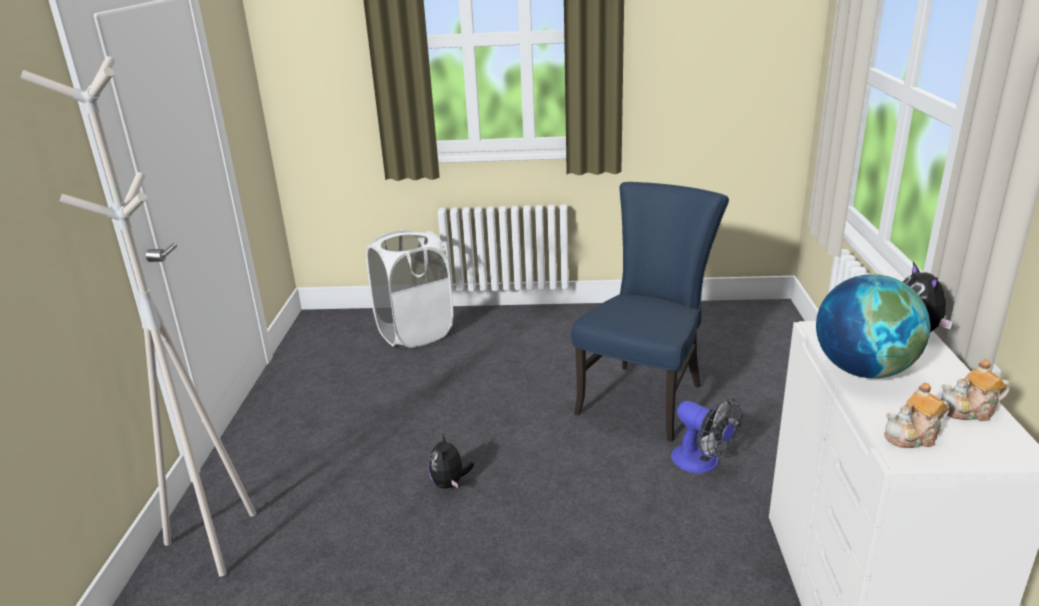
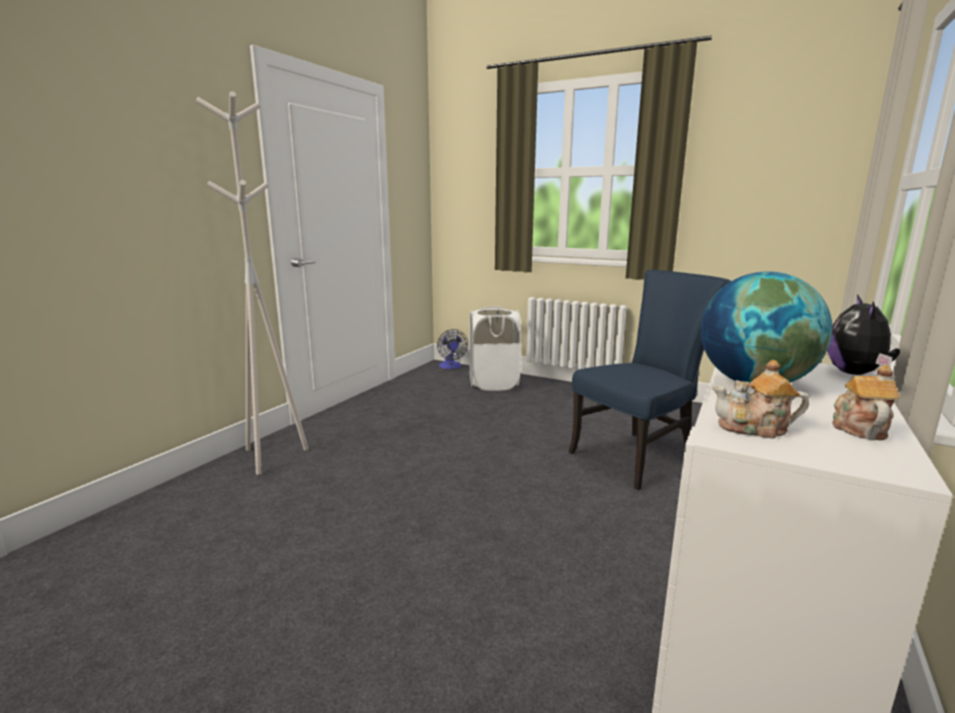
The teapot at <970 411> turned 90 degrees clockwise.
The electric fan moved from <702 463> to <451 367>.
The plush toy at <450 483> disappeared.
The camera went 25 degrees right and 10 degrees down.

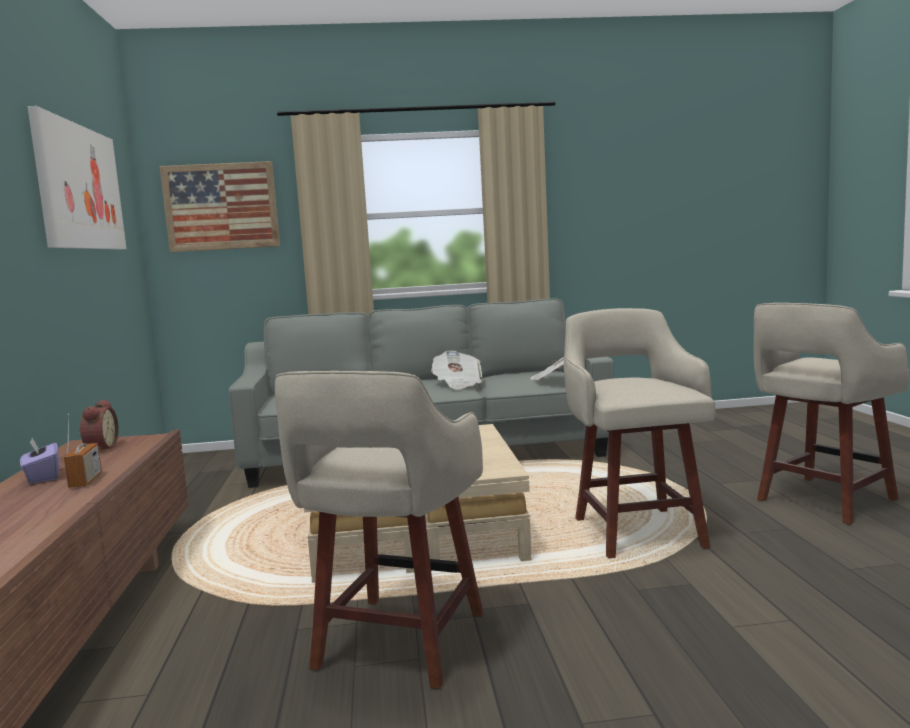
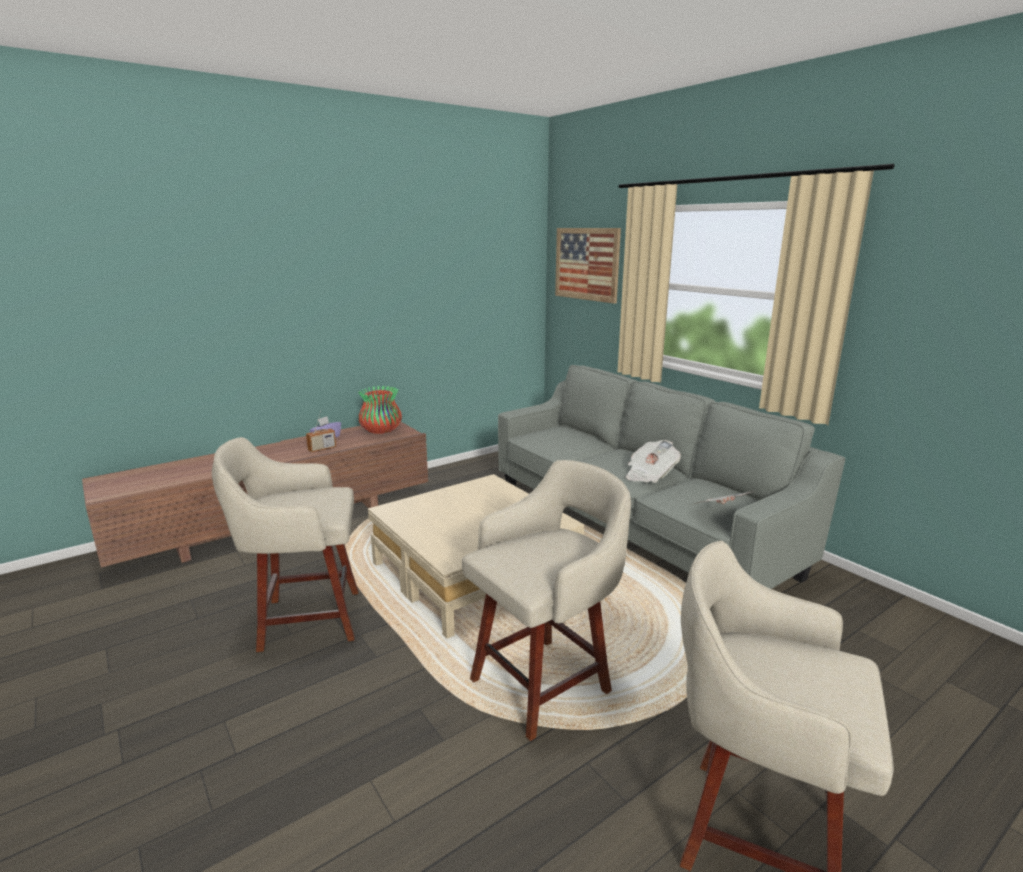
The wall art at <79 187> disappeared.
The bedside clock at <99 449> was replaced by the vase at <381 430>.
The camera went 60 degrees right and 10 degrees up.

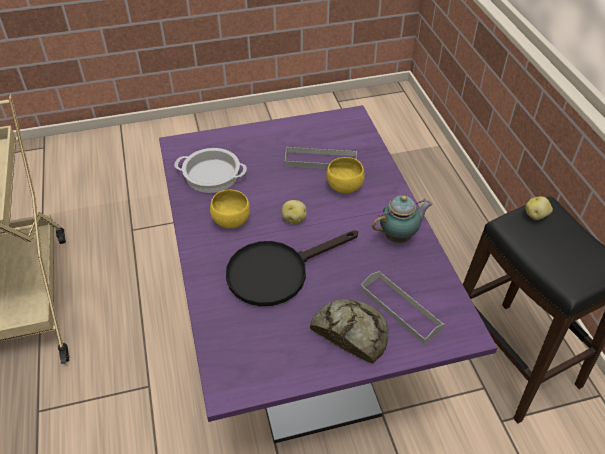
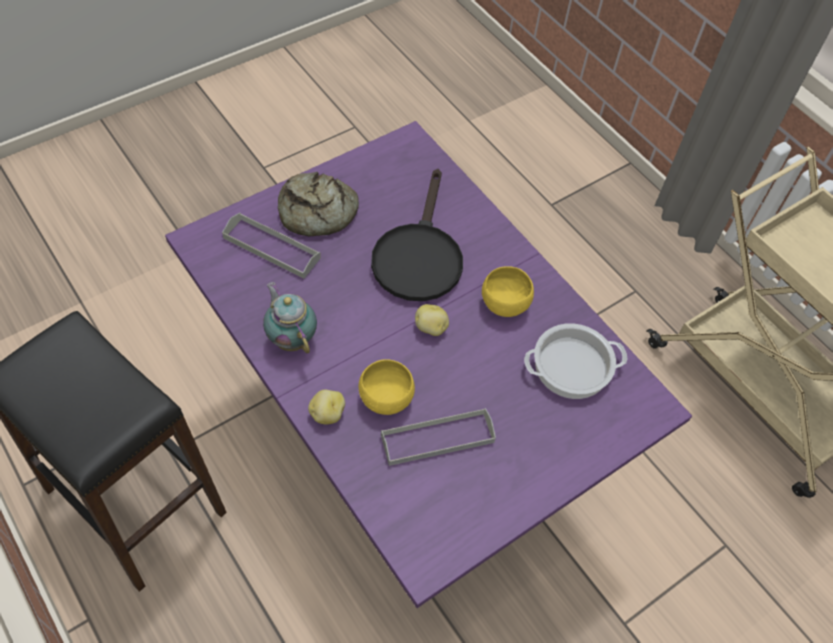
The teapot at <399 236> turned 105 degrees clockwise.
The spud moved from <536 215> to <327 413>.
The black-coloured pan at <277 272> turned 150 degrees clockwise.
The camera went 155 degrees right and 10 degrees up.

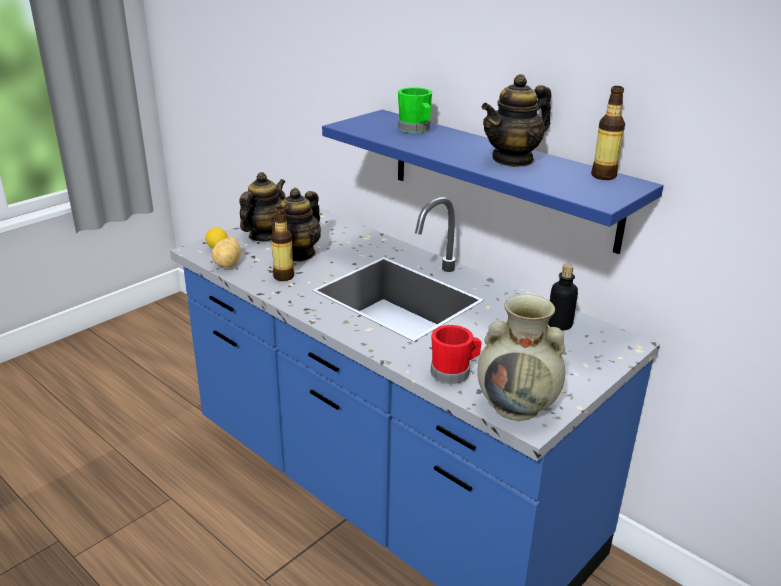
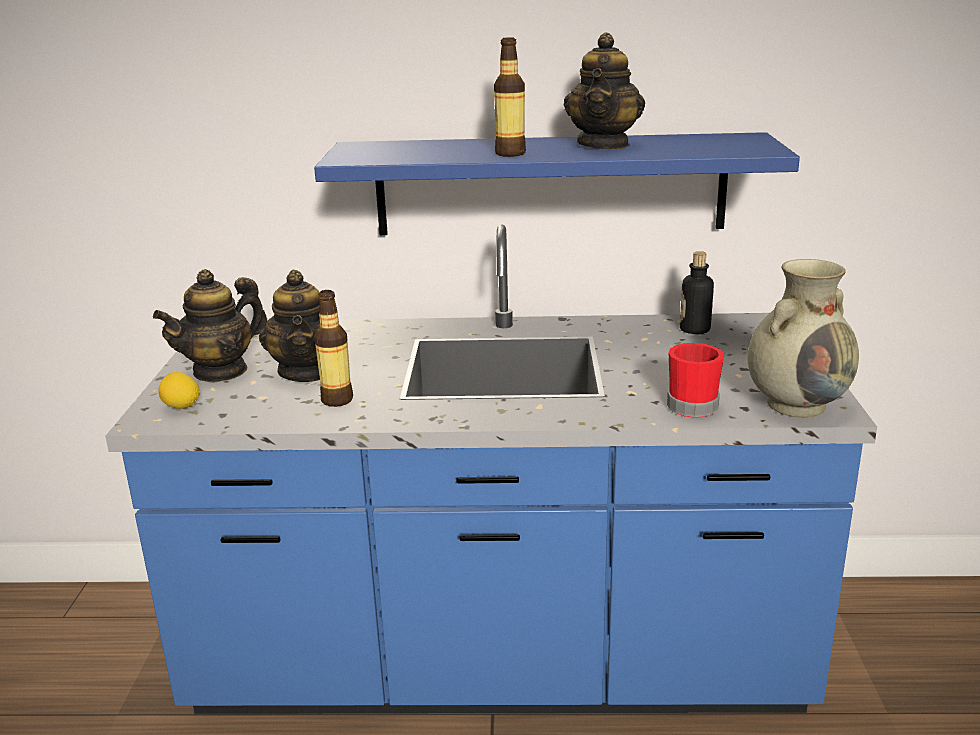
The drink bottle moved from <603 176> to <510 153>.
The green mug at <416 130> disappeared.
The teapot at <265 236> turned 120 degrees counterclockwise.
The spud at <229 264> disappeared.
The camera went 40 degrees left and 5 degrees down.

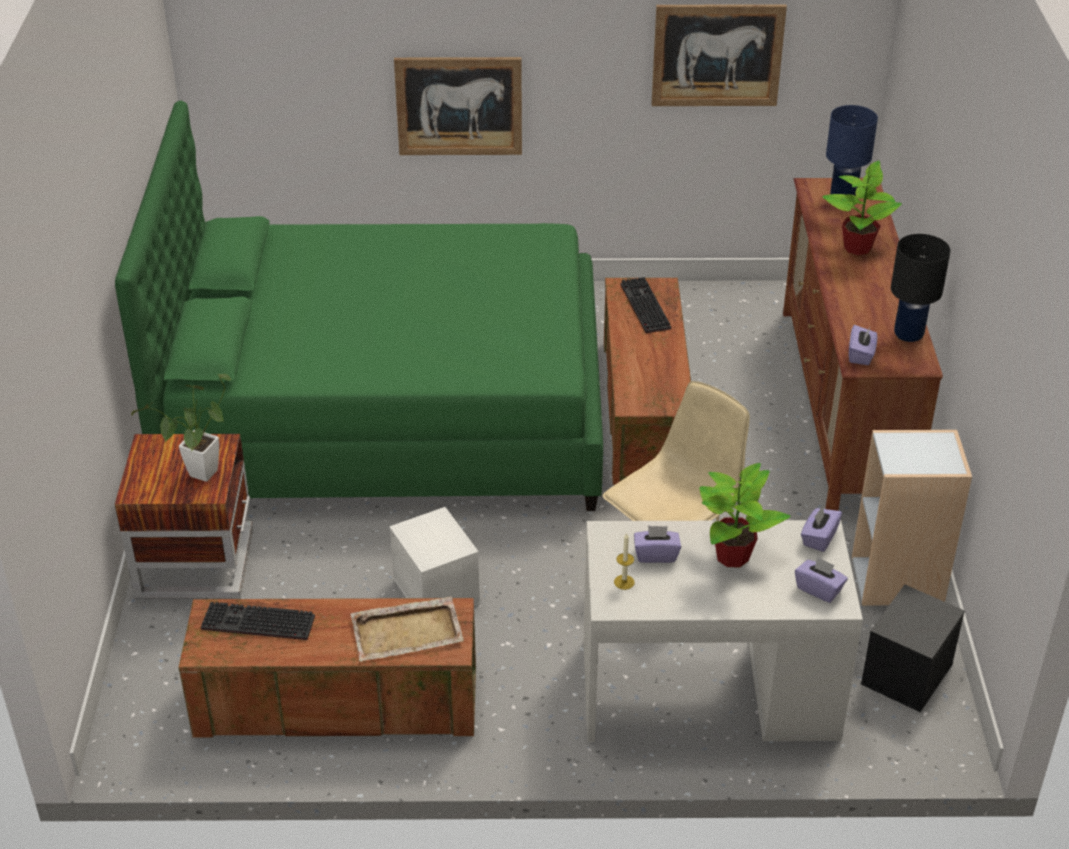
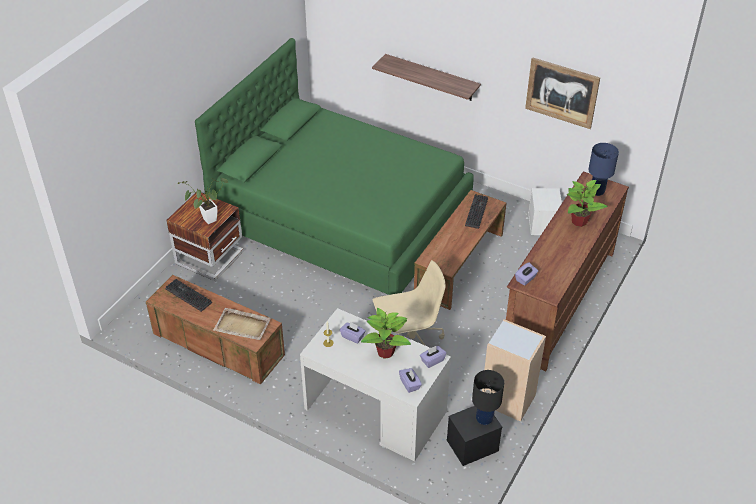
The wall art at <459 106> was replaced by the bracket shelf at <431 78>.
The black-coloured tabletop lamp moved from <908 336> to <484 419>.
The white storage box moved from <437 592> to <543 224>.
The camera went 30 degrees right and 5 degrees up.

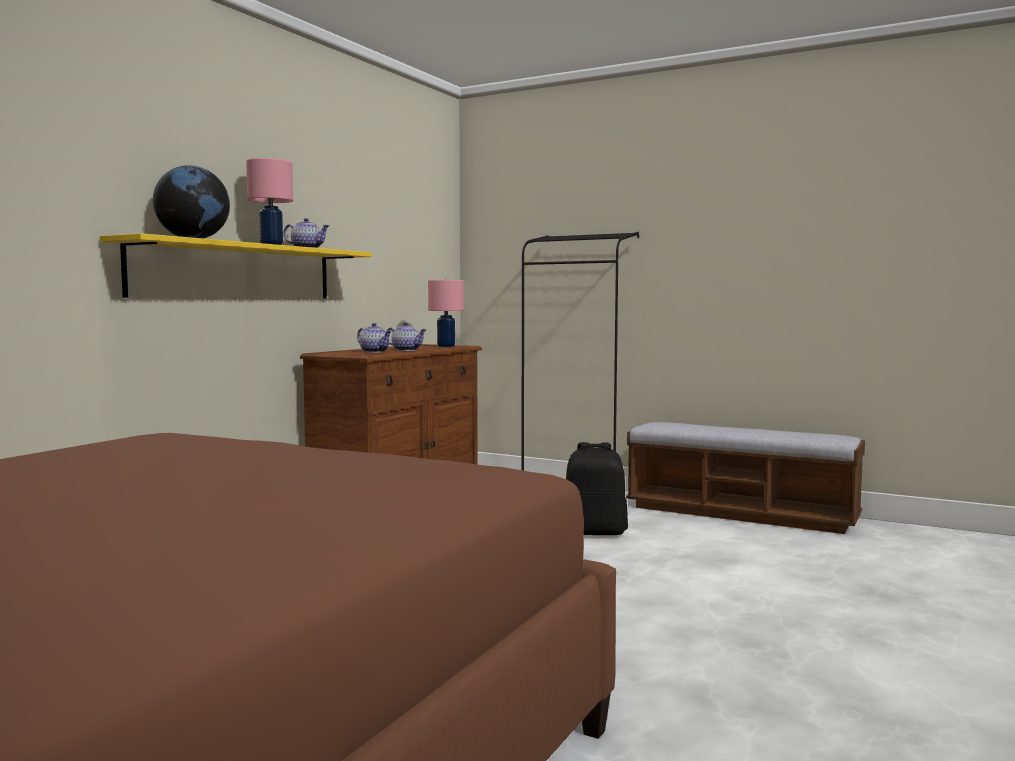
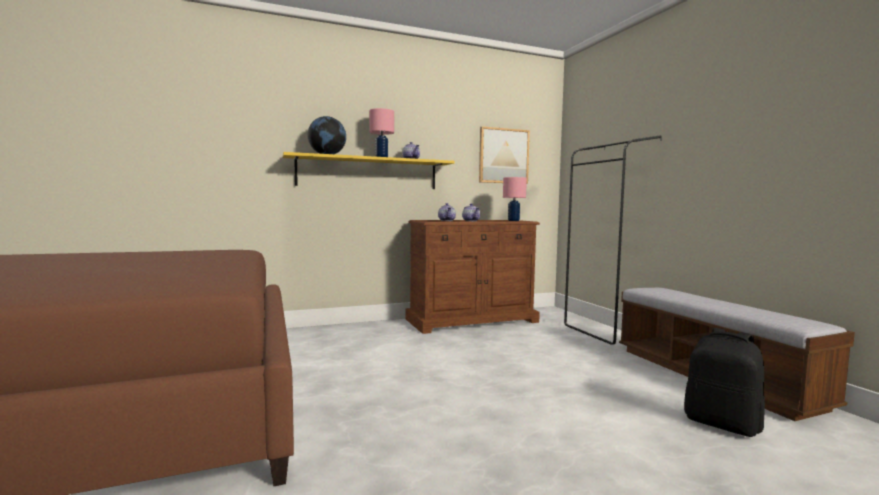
The black-coloured knapsack moved from <595 532> to <722 424>.
The wall art at <503 156> appeared.
The camera went 40 degrees right and 0 degrees up.

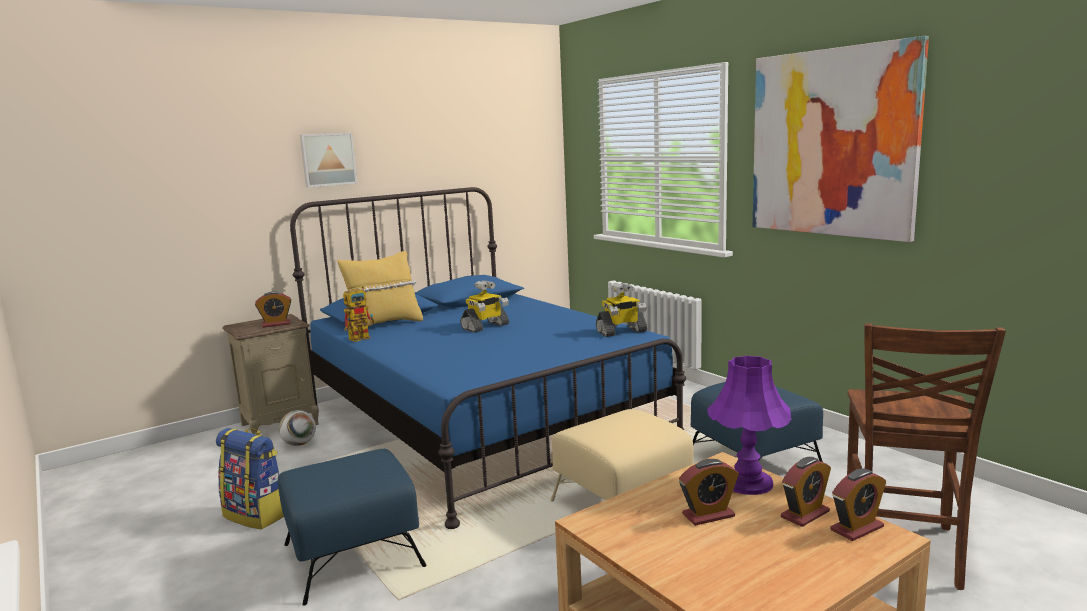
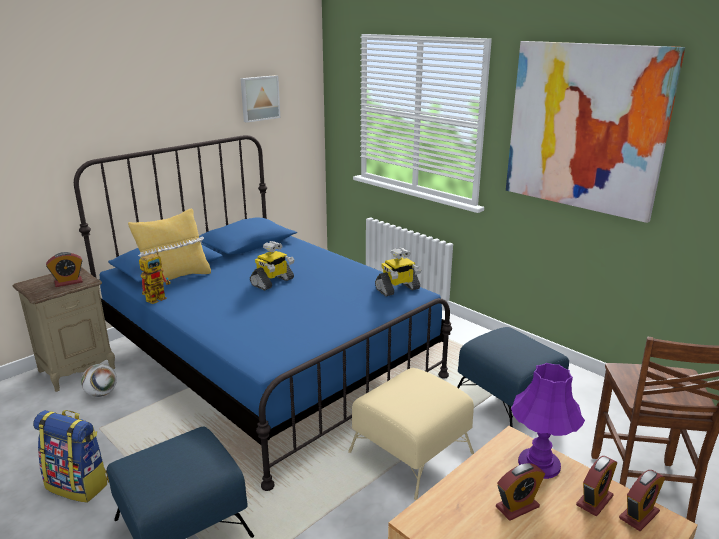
The wall art moved from <328 159> to <259 98>.
The camera went 10 degrees left and 10 degrees up.

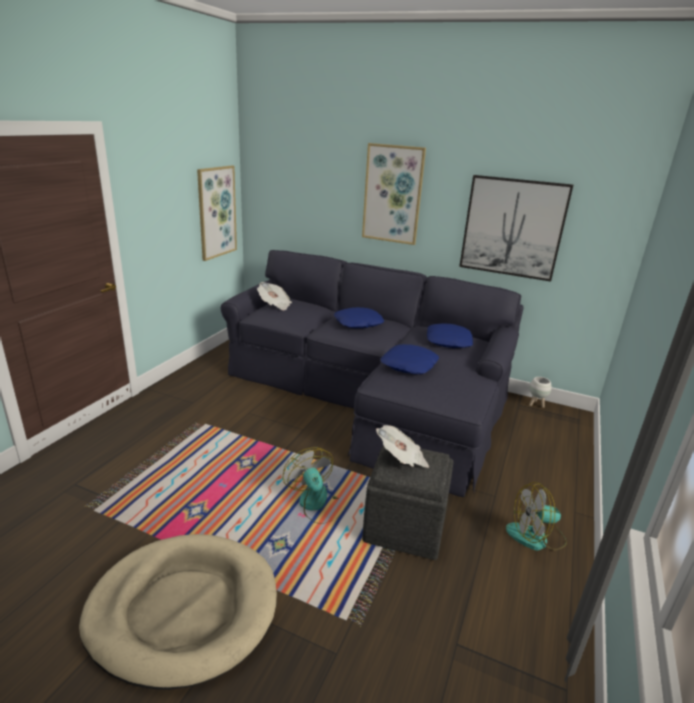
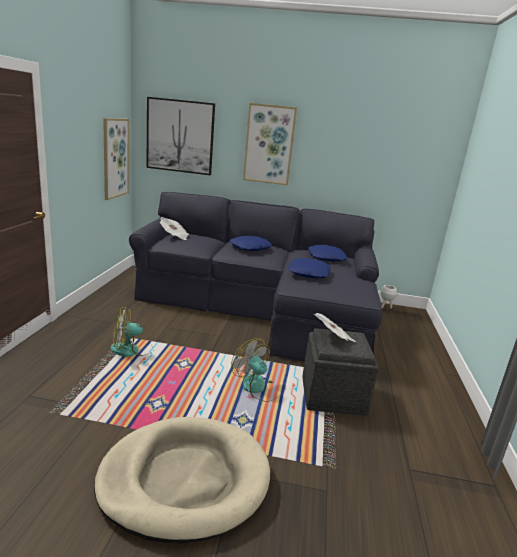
The wall art moved from <512 228> to <180 136>.
The electric fan moved from <536 536> to <132 350>.
The camera went 15 degrees left and 5 degrees down.

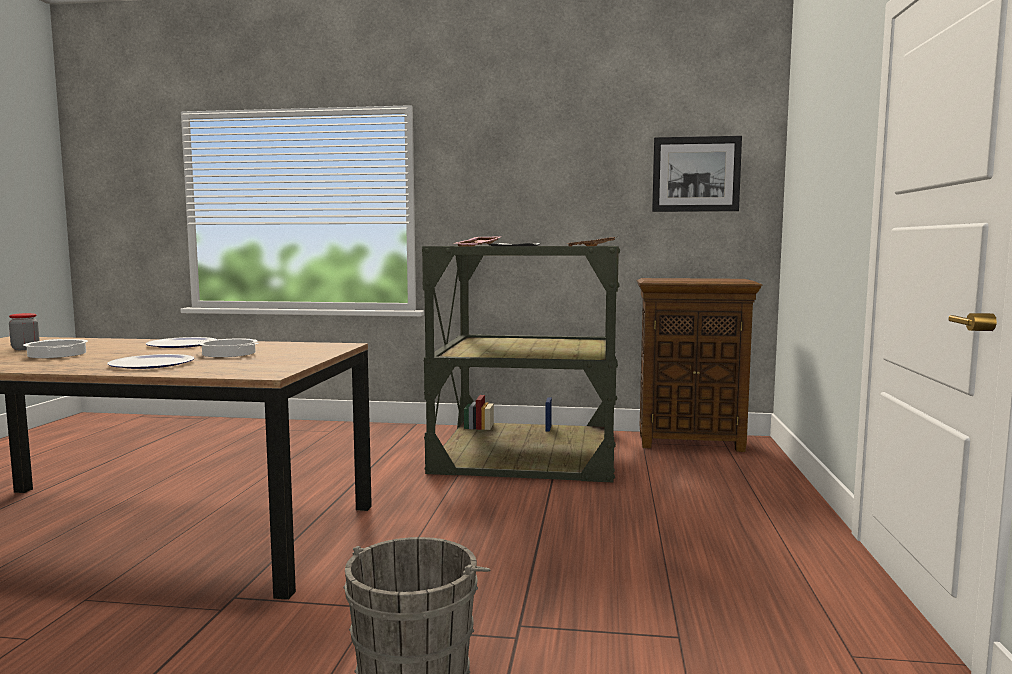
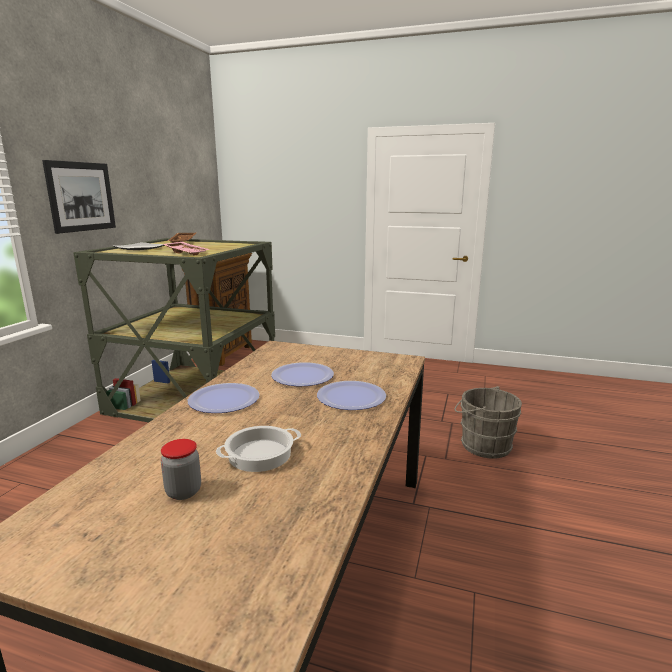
The wall art moved from <696 174> to <81 196>.
The saucepot at <229 353> was replaced by the dinner plate at <302 376>.
The camera went 80 degrees left and 10 degrees up.

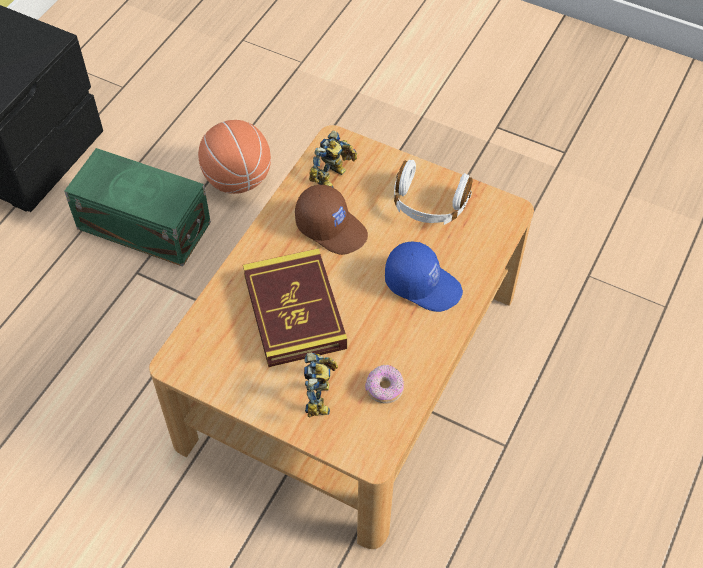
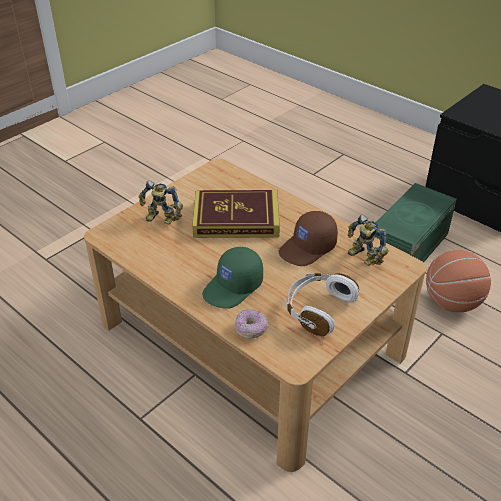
The bluish baseball cap at <423 284> became the green baseball cap at <233 287>.
The doughnut moved from <384 389> to <251 329>.
The camera went 105 degrees right and 15 degrees down.

